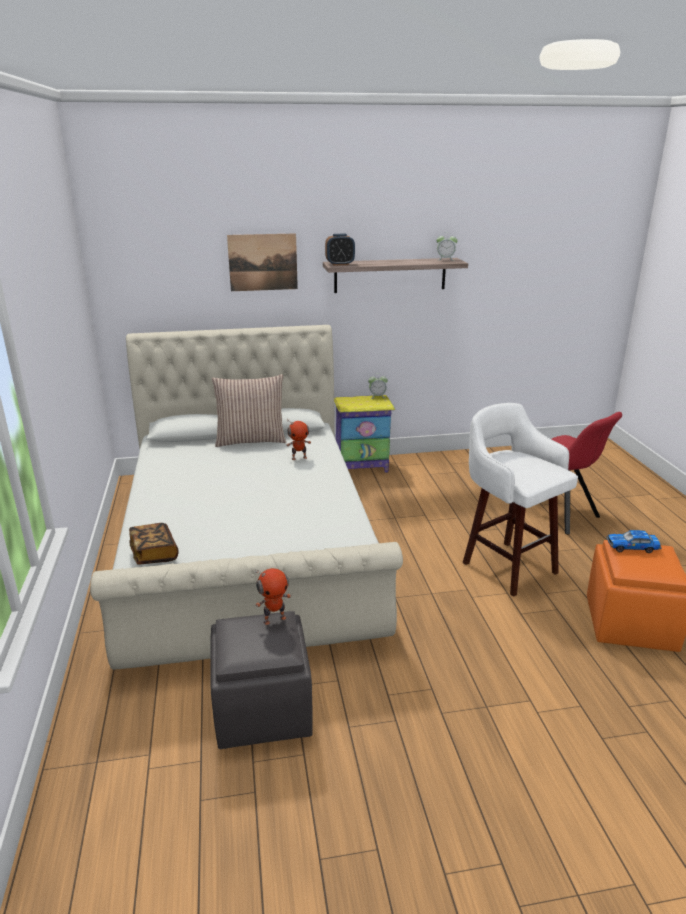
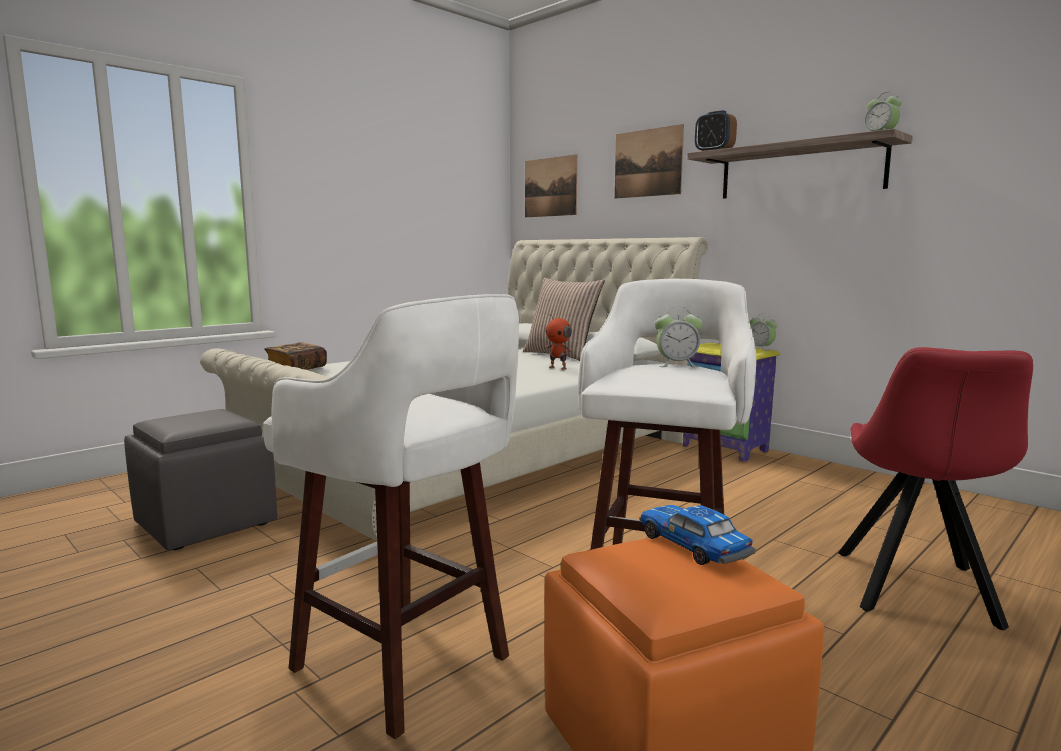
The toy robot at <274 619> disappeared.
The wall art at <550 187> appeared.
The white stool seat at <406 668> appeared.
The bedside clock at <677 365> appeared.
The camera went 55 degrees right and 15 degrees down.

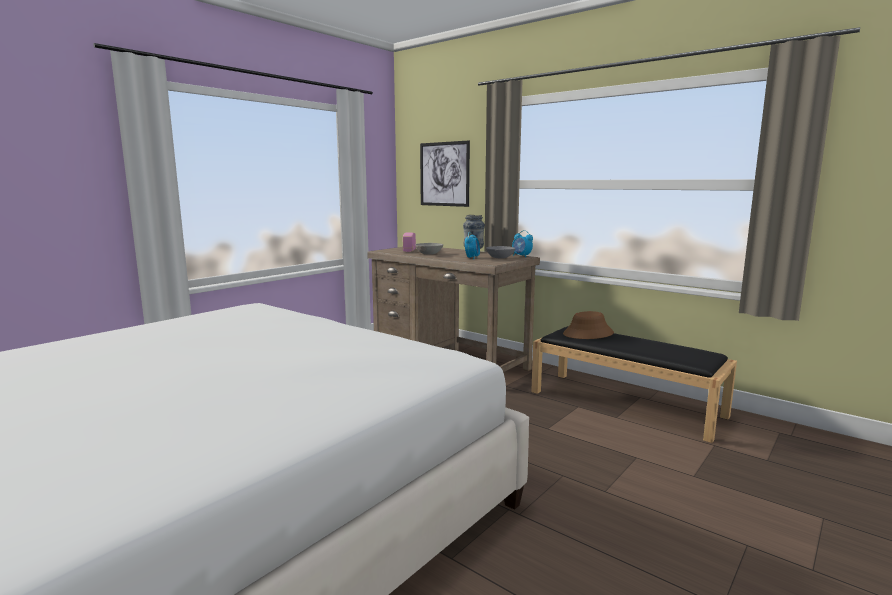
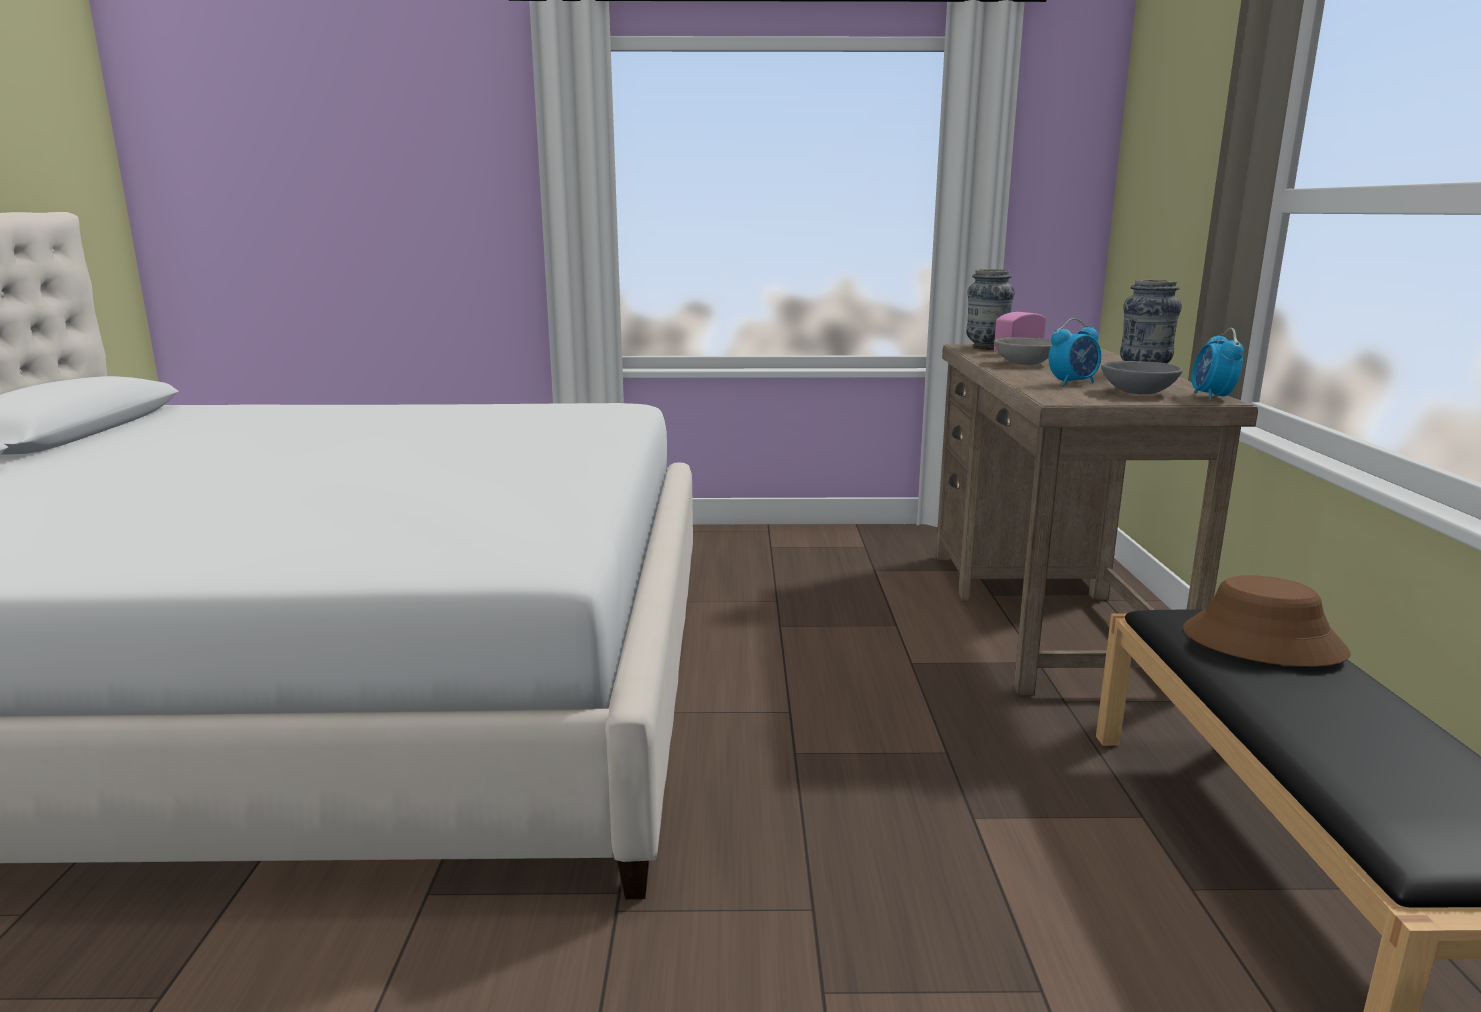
The wall art at <444 174> disappeared.
The vase at <986 348> appeared.
The camera went 50 degrees right and 5 degrees up.

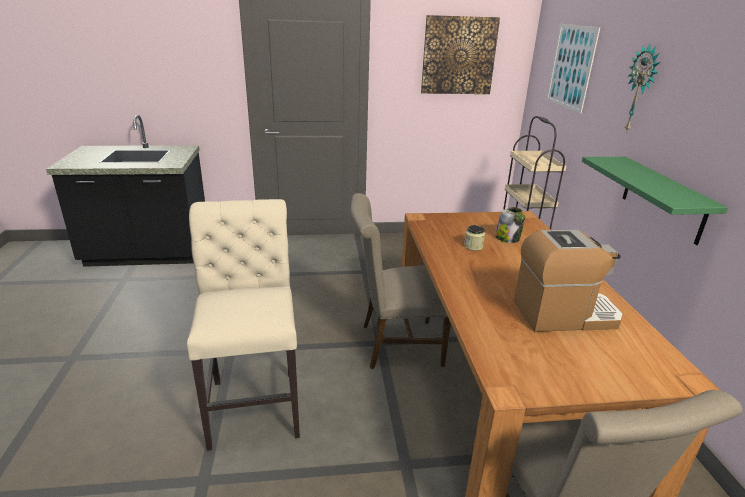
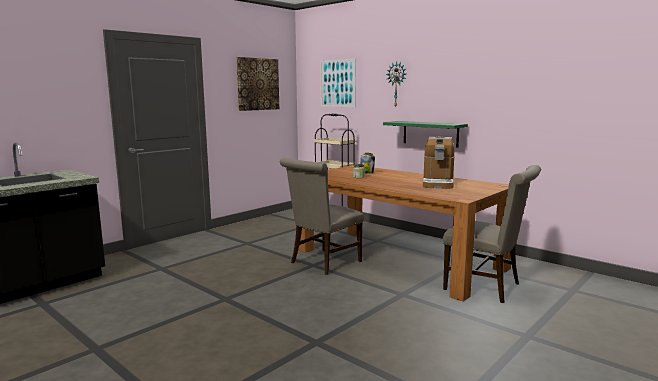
The beige-coloured stool seat at <255 403> disappeared.
The coffee machine at <564 314> turned 150 degrees clockwise.
The camera went 40 degrees left and 15 degrees down.

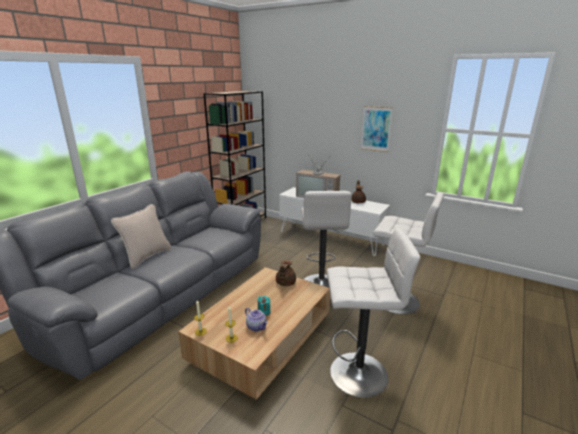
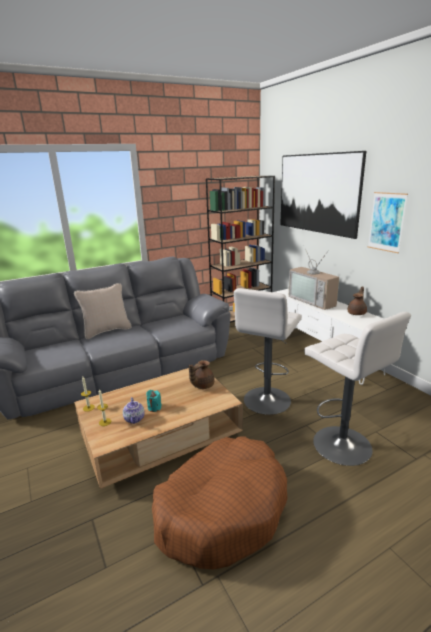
The white stool seat at <359 374> was replaced by the brown-coloured pet bed at <221 509>.
The wall art at <317 193> appeared.
The camera went 30 degrees right and 0 degrees up.

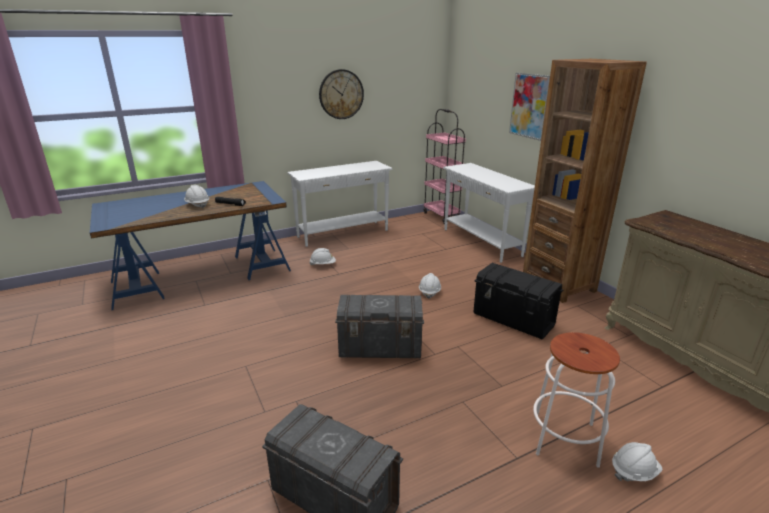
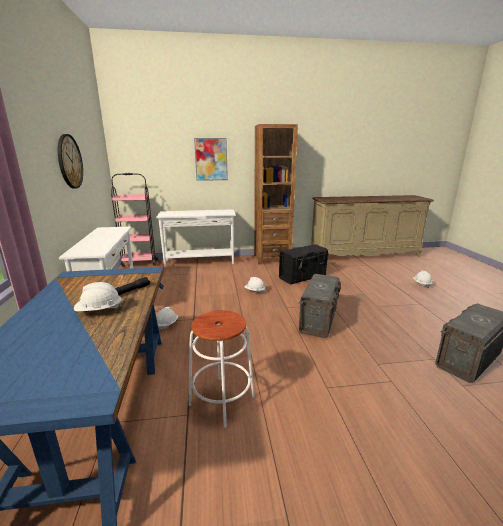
The white stool seat moved from <565 438> to <222 400>.
The camera went 70 degrees left and 5 degrees down.

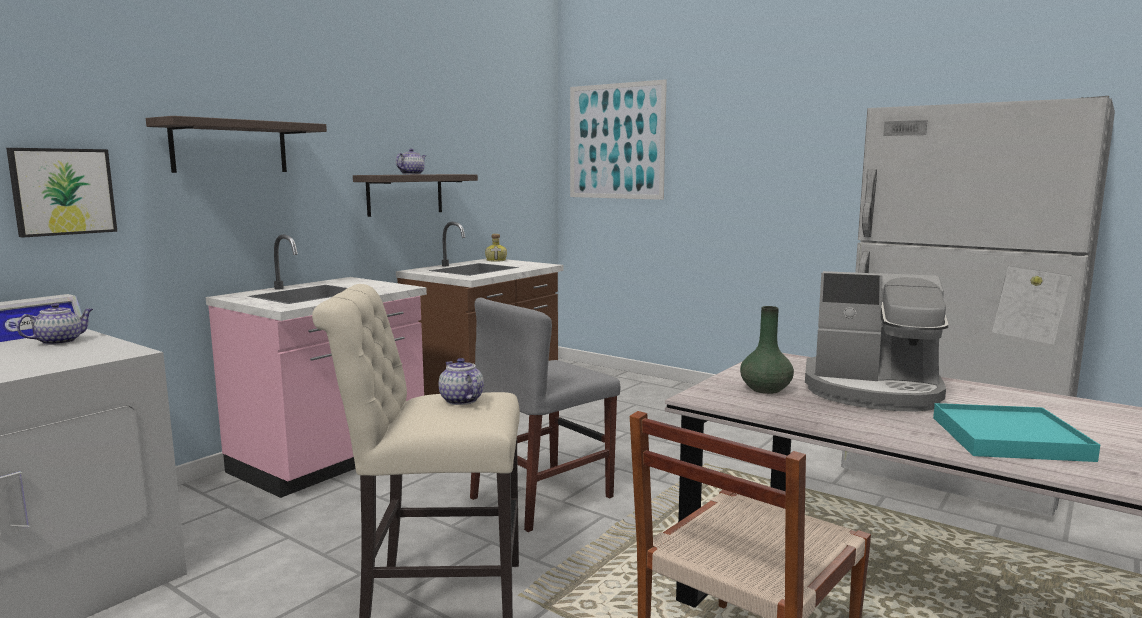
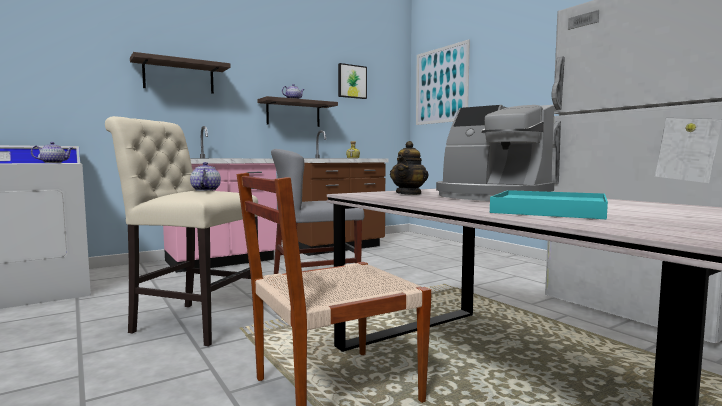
The wall art moved from <62 191> to <351 81>.
The green vase at <766 389> was replaced by the teapot at <409 194>.
The camera went 20 degrees right and 5 degrees down.

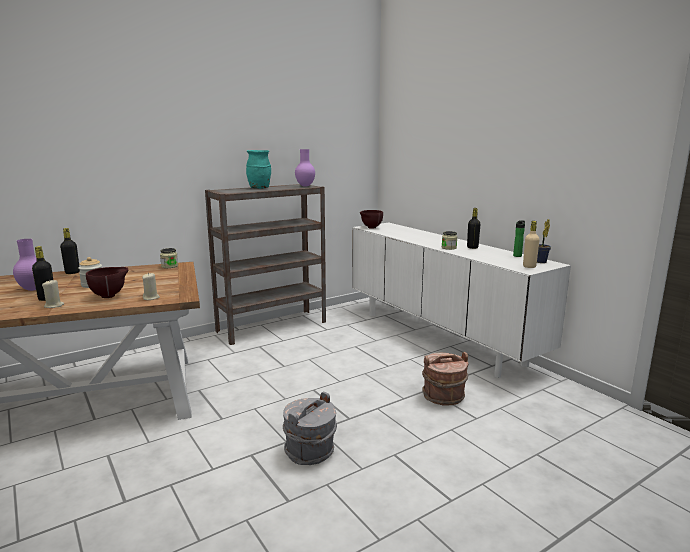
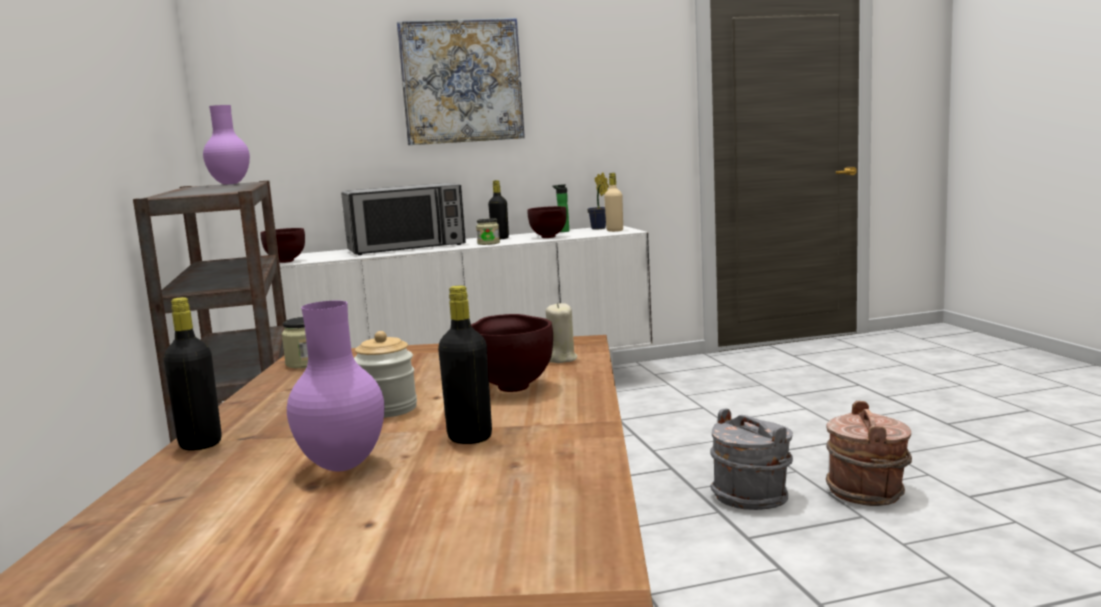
The blue-green vase at <259 188> disappeared.
The beige-coloured candle at <54 306> disappeared.
The brown-coloured bucket moved from <443 397> to <867 493>.
The wall art at <461 81> appeared.
The microwave oven at <407 247> appeared.
The brown-coloured deep dish at <549 237> appeared.
The camera went 70 degrees left and 5 degrees down.

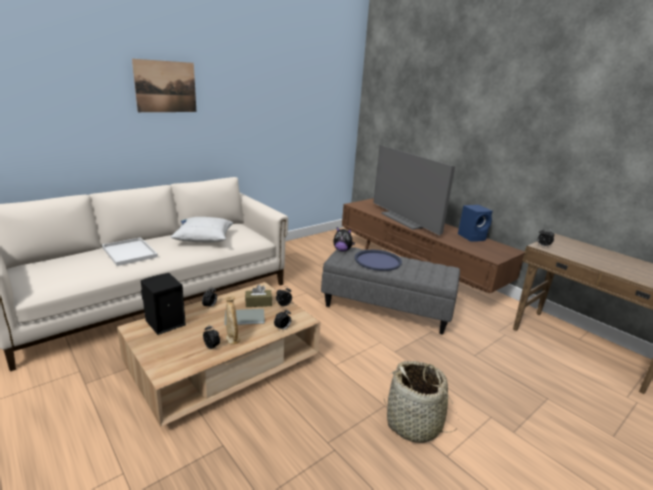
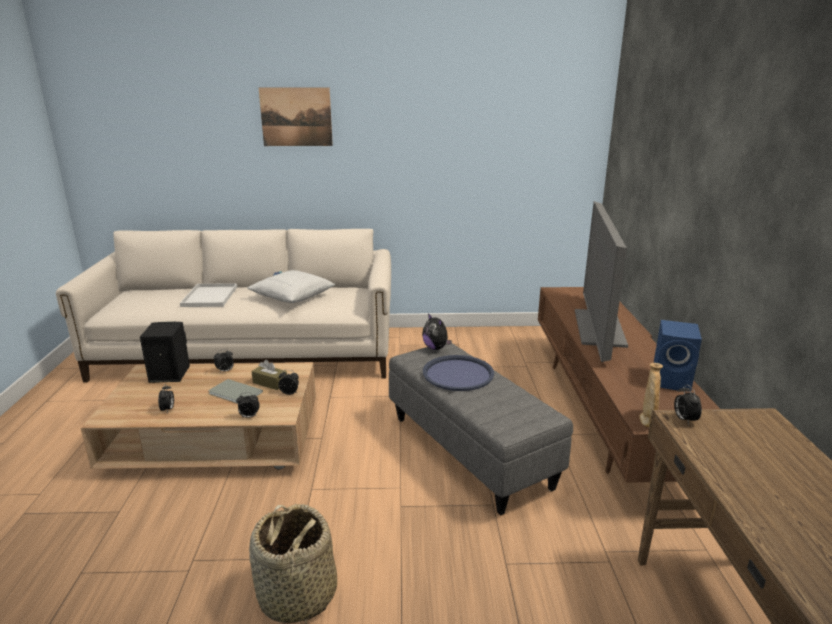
The beige-coloured vase moved from <232 338> to <648 420>.
The camera went 40 degrees right and 0 degrees up.

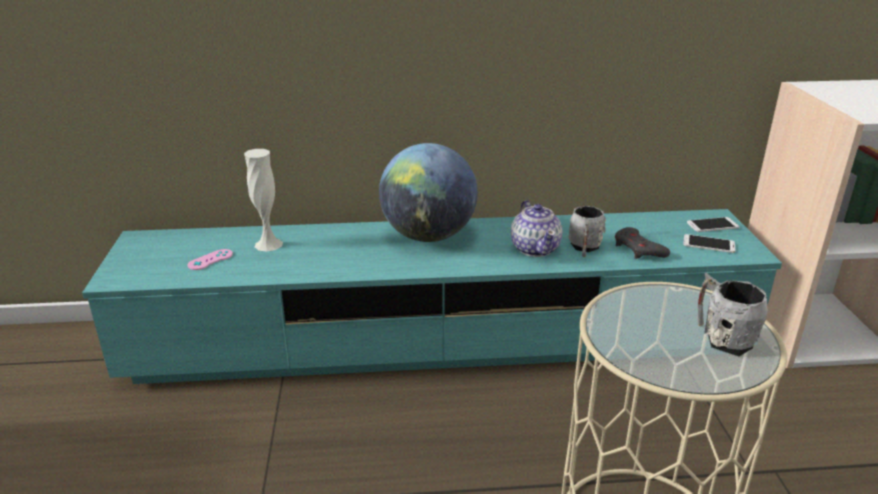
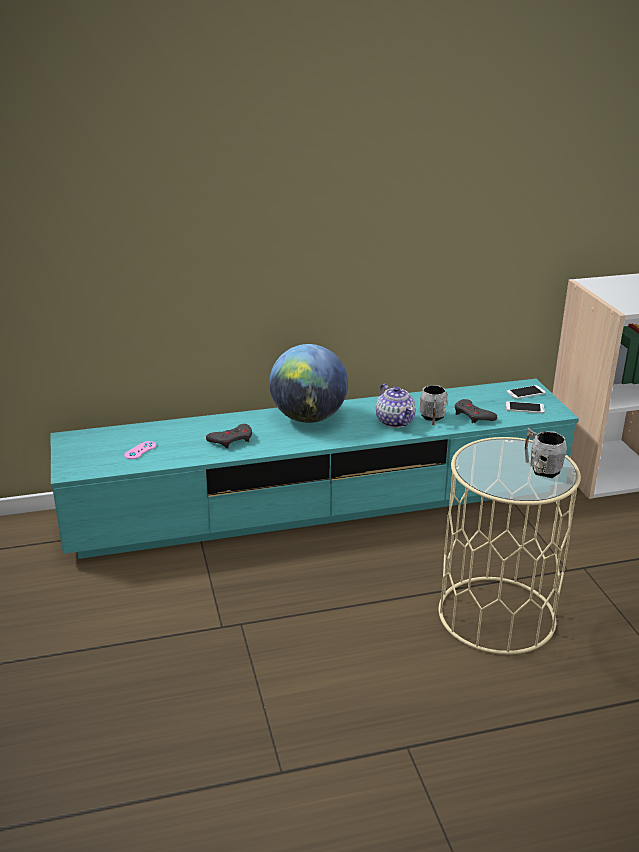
The white vase at <268 244> disappeared.
The greyish joypad at <231 440> appeared.
The camera went 10 degrees left and 0 degrees up.

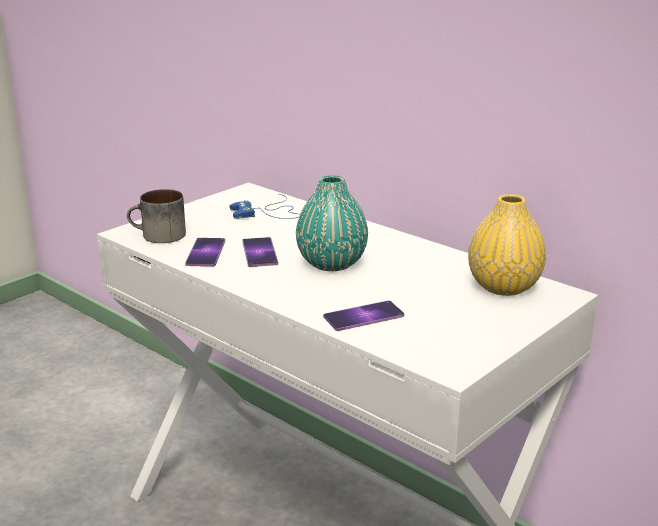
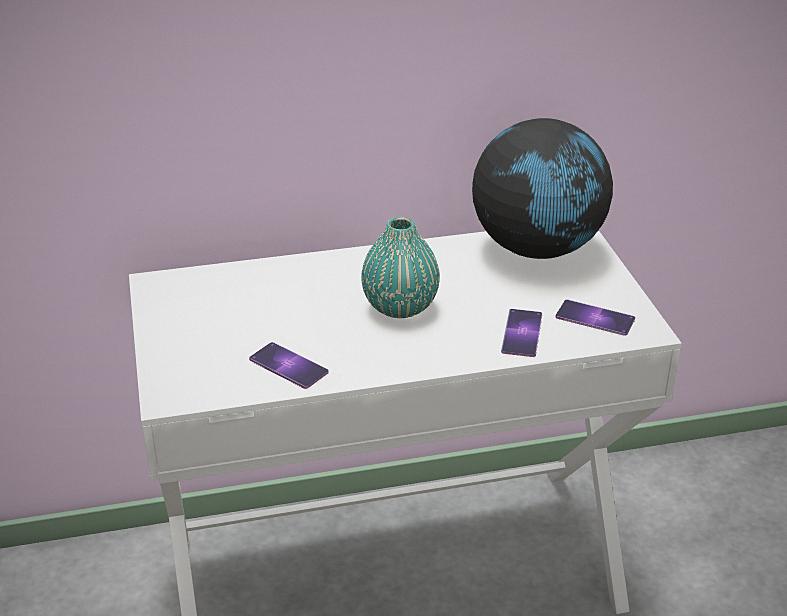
The mug at <158 236> disappeared.
The bluish joypad at <268 213> disappeared.
The yellowish vase at <504 287> was replaced by the world globe at <537 248>.
The phone moved from <259 252> to <595 318>.
The camera went 55 degrees left and 10 degrees up.

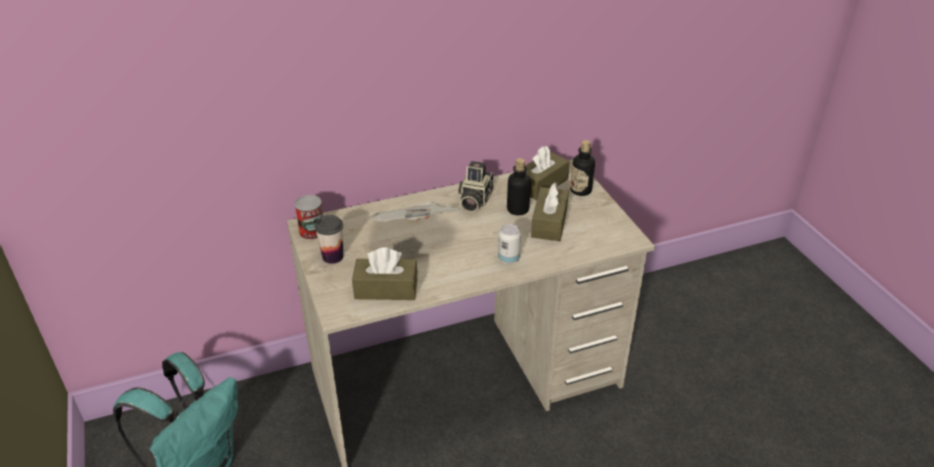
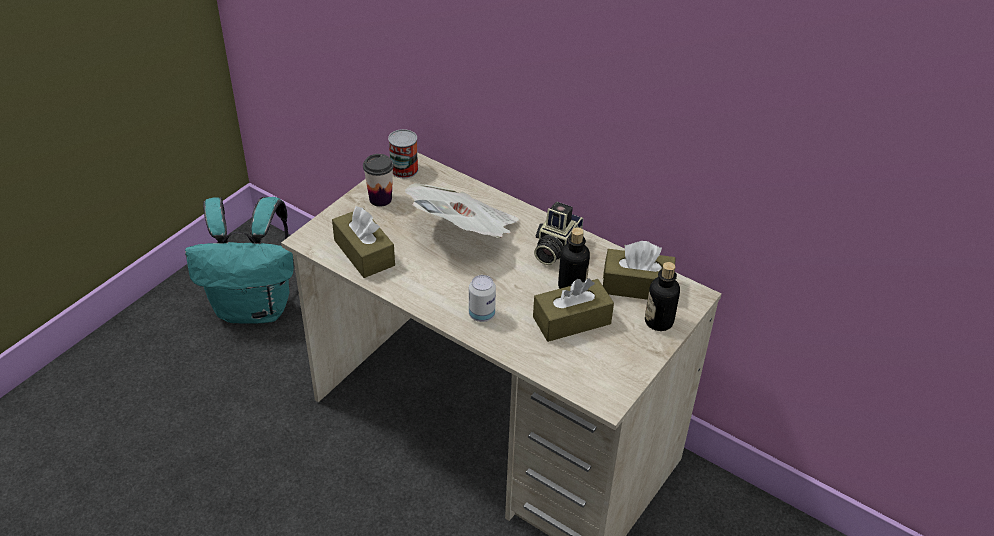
The photo camera at <474 200> turned 45 degrees counterclockwise.
The camera went 55 degrees right and 5 degrees up.

